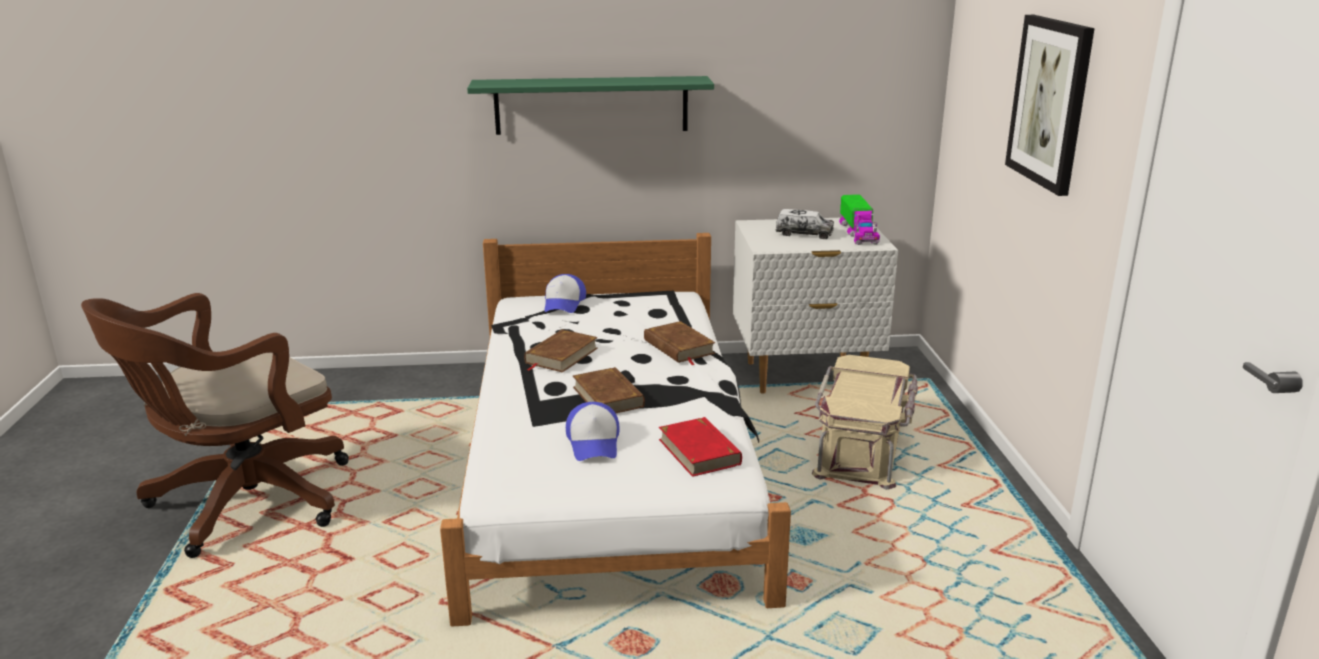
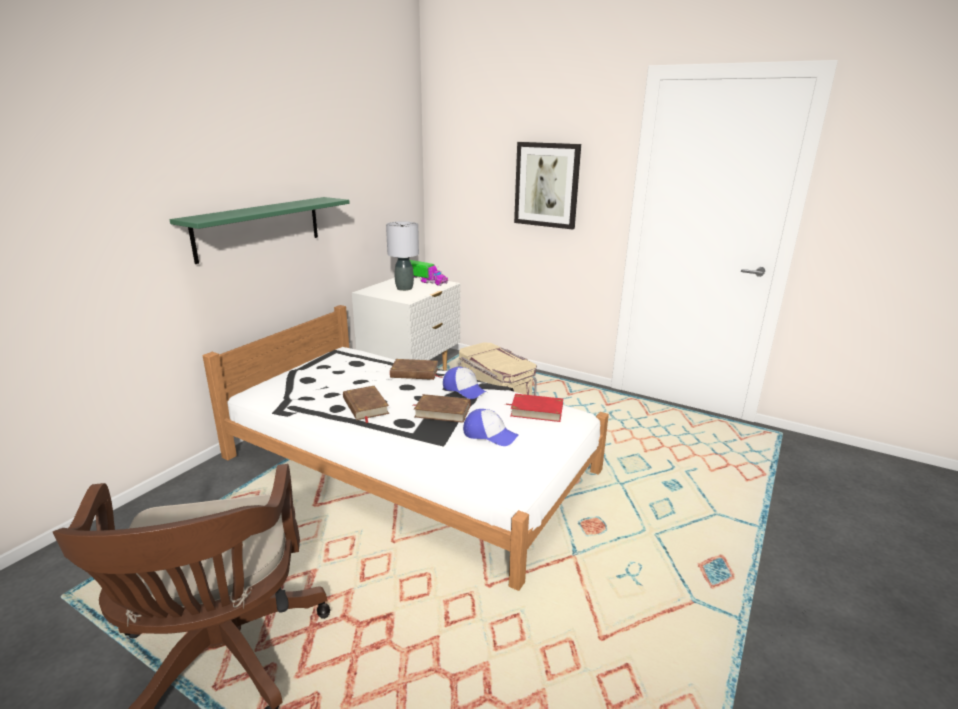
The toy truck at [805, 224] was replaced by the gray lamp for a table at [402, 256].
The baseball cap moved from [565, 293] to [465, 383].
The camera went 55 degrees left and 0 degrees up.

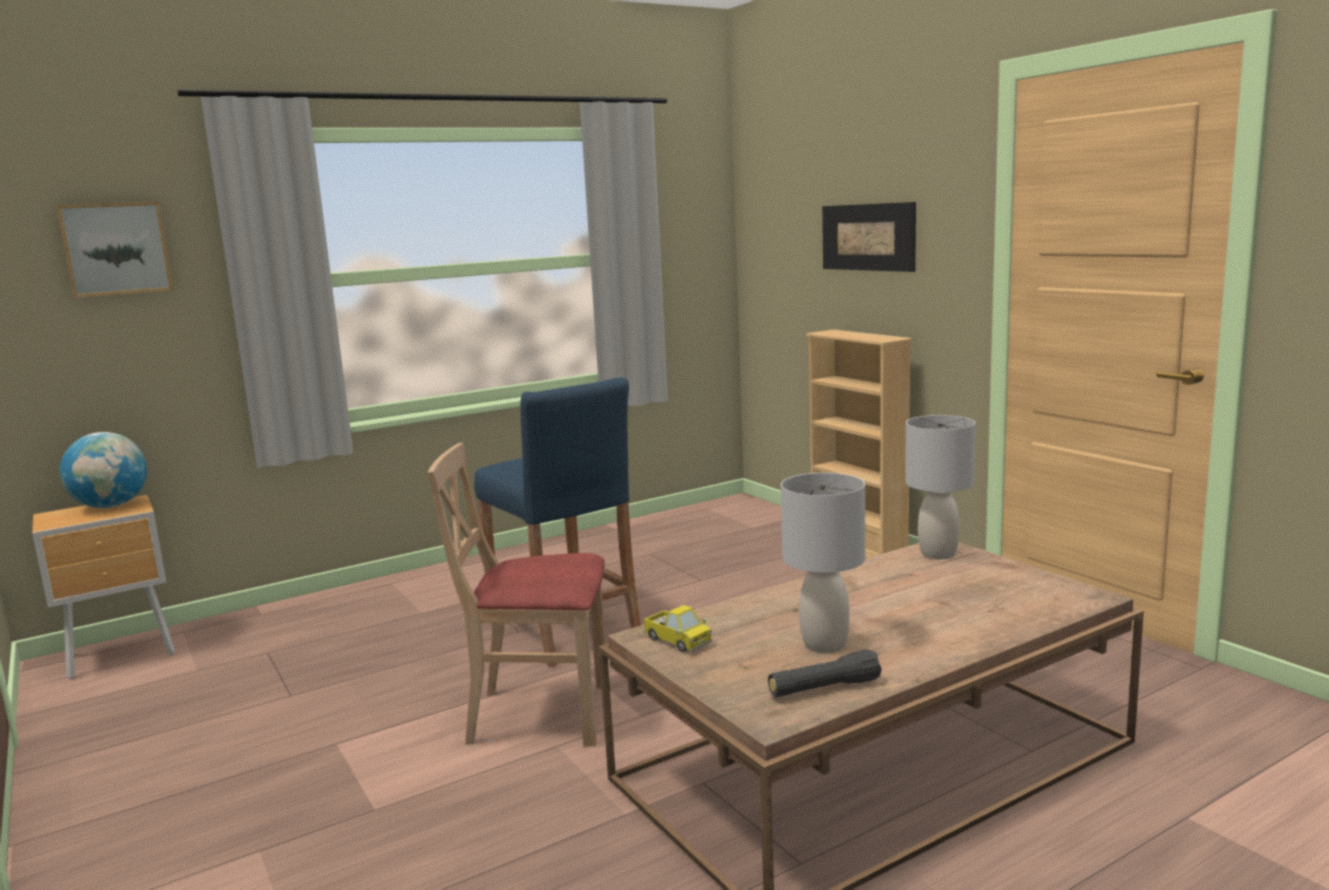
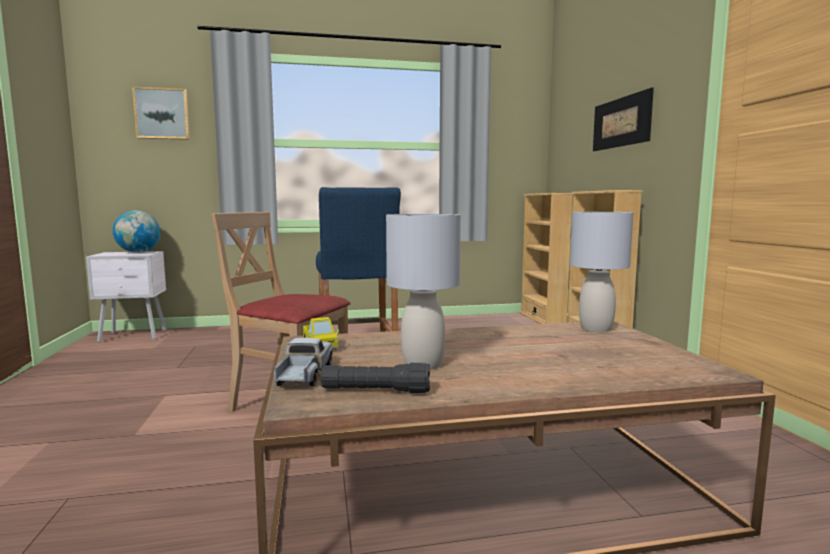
The brown-coloured night table at [103, 587] became the white night table at [126, 296].
The toy truck at [303, 362] appeared.
The beige-coloured bookshelf at [546, 258] appeared.
The camera went 20 degrees right and 5 degrees down.

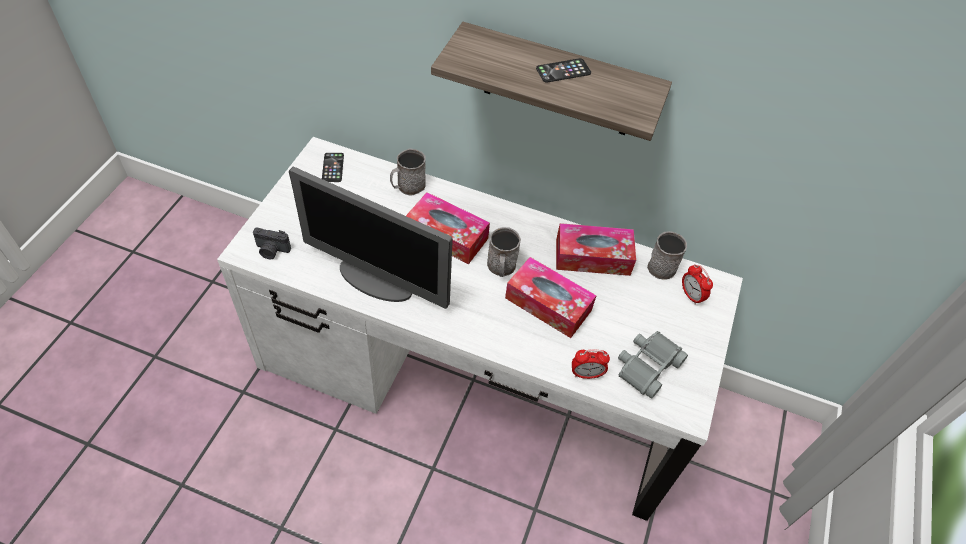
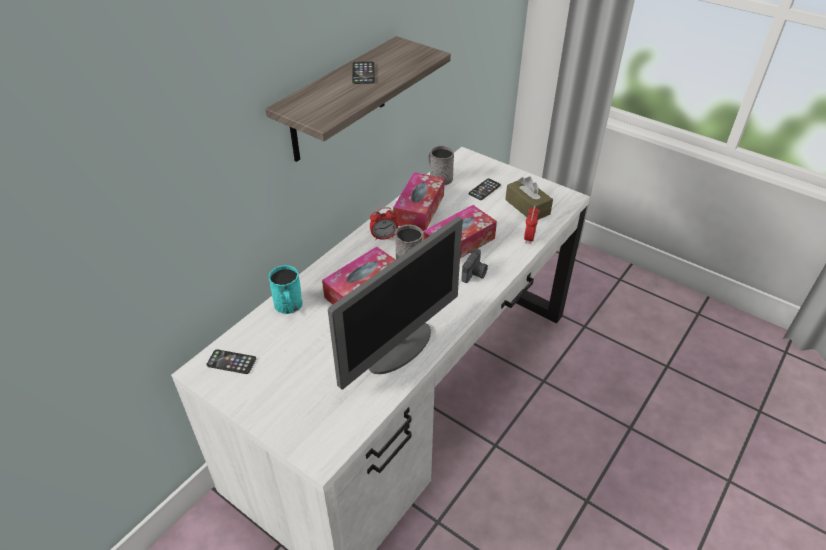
The gray mug at [408, 172] became the turquoise-coloured mug at [286, 289].
The alarm clock moved from [697, 284] to [384, 223].
The photo camera moved from [272, 243] to [474, 265].
The telephone at [485, 189] appeared.
The gray field glasses at [653, 365] was replaced by the brown-coloured tissue holder at [529, 198].
The camera went 70 degrees left and 10 degrees down.

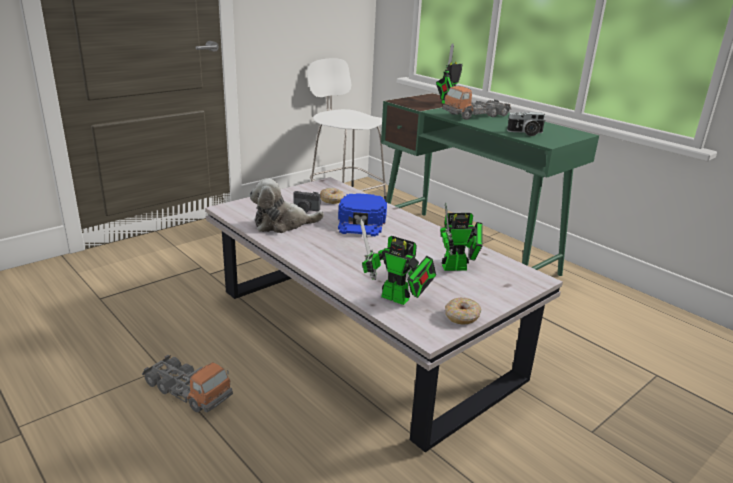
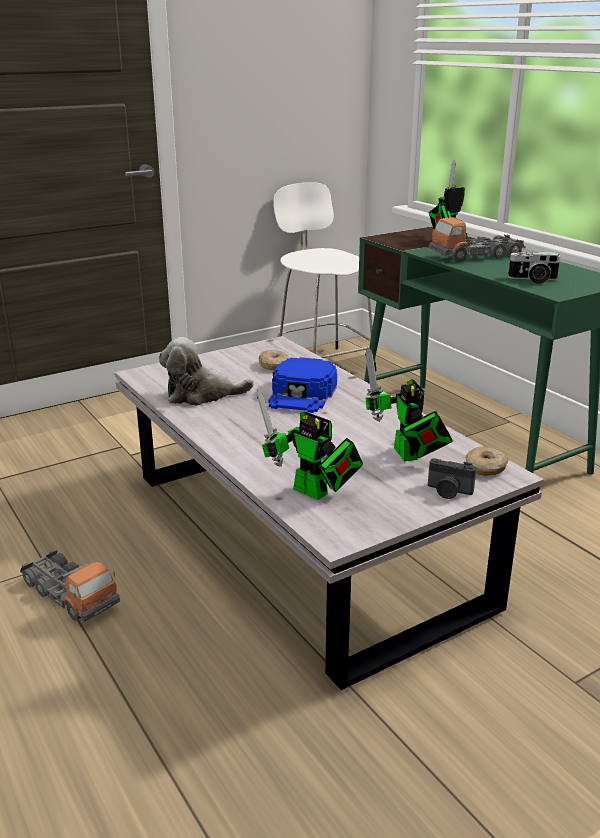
The robot figure at [461, 237] turned 75 degrees clockwise.
The photo camera moved from [306, 202] to [452, 478].
The doughnut moved from [463, 311] to [487, 461].
The camera went 10 degrees right and 0 degrees up.

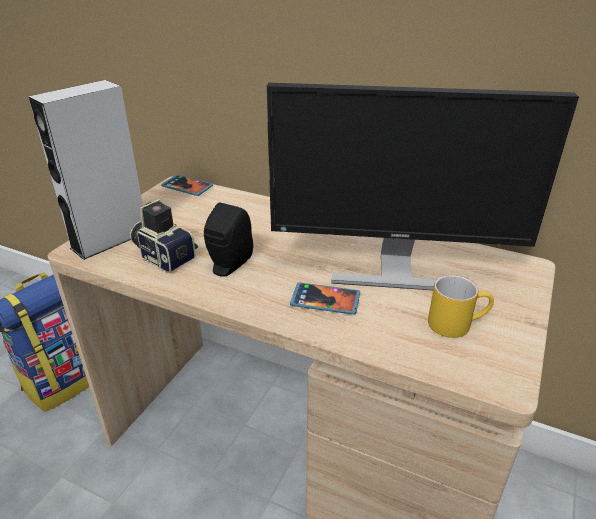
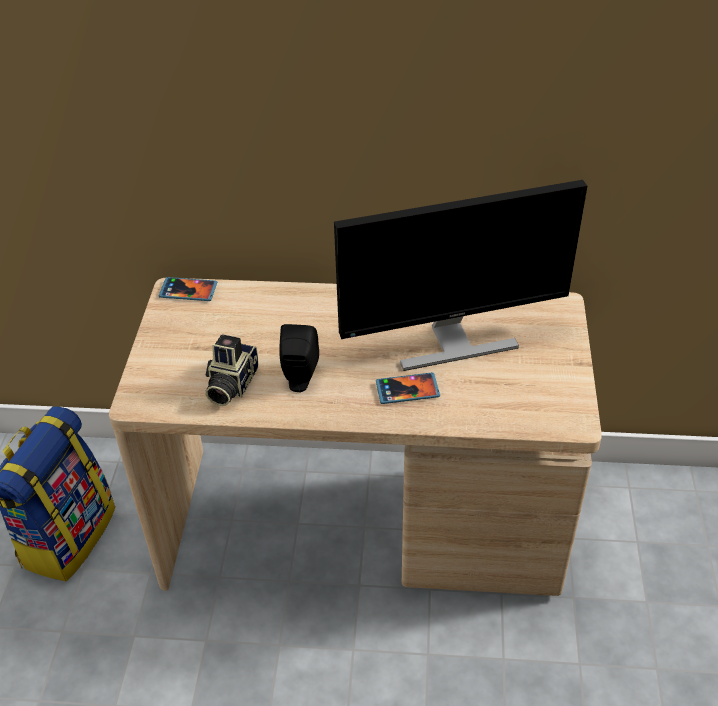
The photo camera at [164, 236] turned 90 degrees counterclockwise.
The gray loudspeaker at [86, 170] disappeared.
The yellowish mug at [461, 306] disappeared.
The camera went 20 degrees left and 10 degrees up.

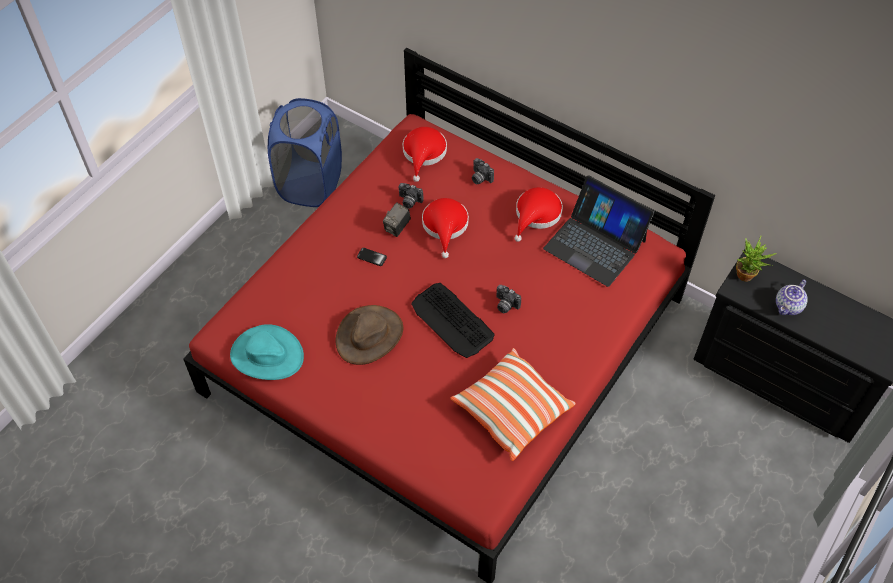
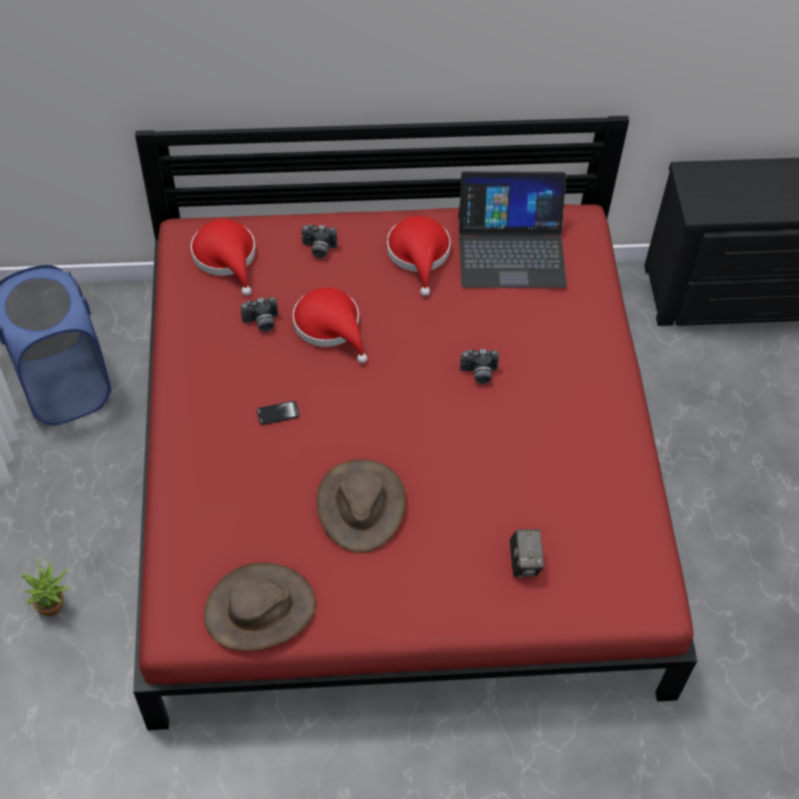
The potted plant moved from [756, 259] to [45, 586].
The turquoise-coloured clothing hat at [267, 352] became the brown-coloured clothing hat at [260, 606].
The photo camera moved from [397, 219] to [526, 553].
The keyboard at [453, 320] disappeared.
The pillow at [513, 404] disappeared.
The pot for tea at [792, 297] disappeared.
The camera went 40 degrees left and 0 degrees up.

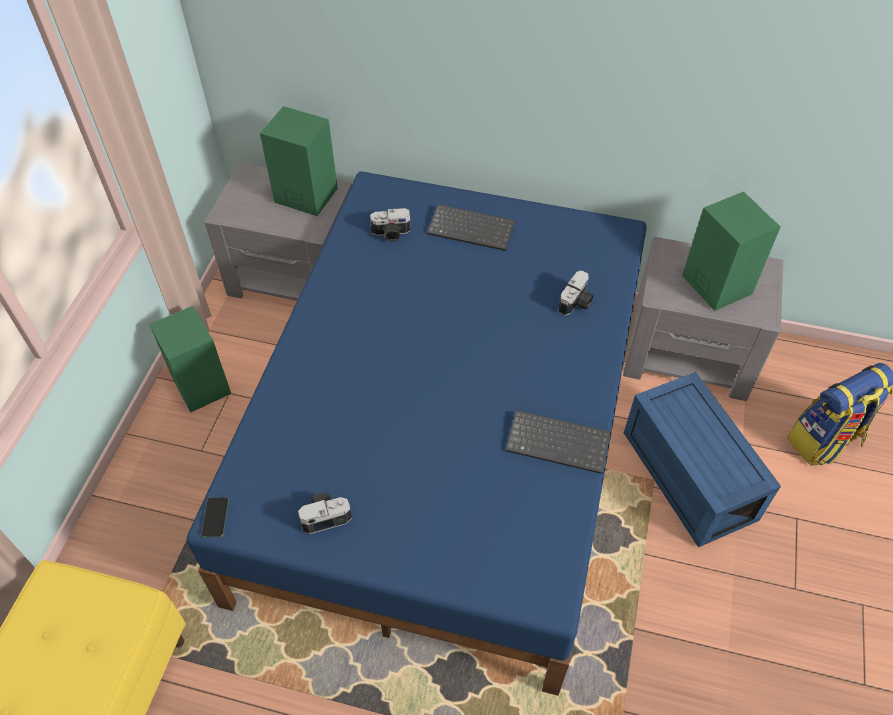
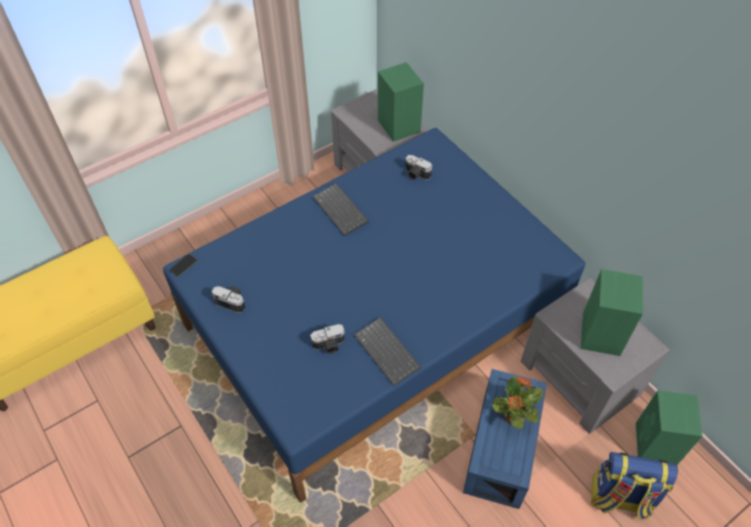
The photo camera moved from [576, 293] to [327, 339].
The keyboard moved from [471, 227] to [340, 209].
The potted plant at [517, 402] appeared.
The greenish loudspeaker moved from [190, 359] to [669, 427].
The camera went 40 degrees right and 0 degrees up.

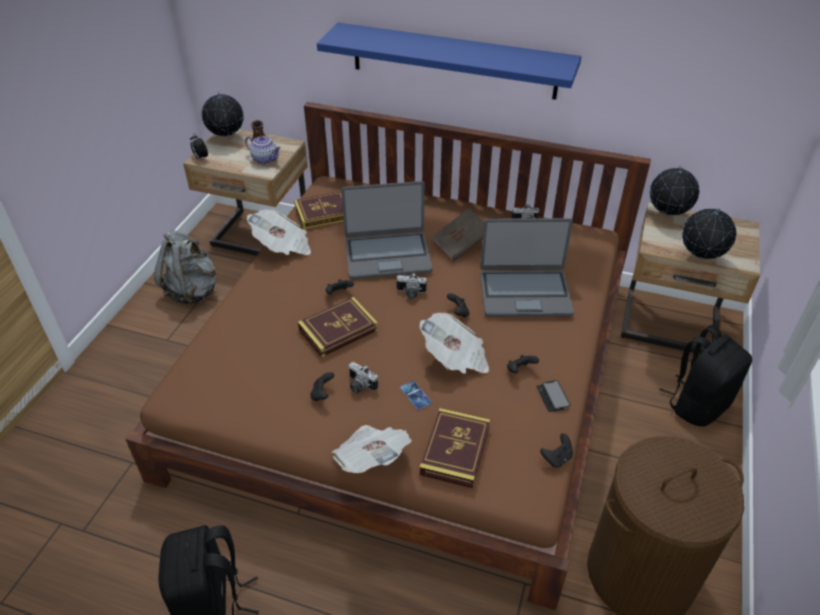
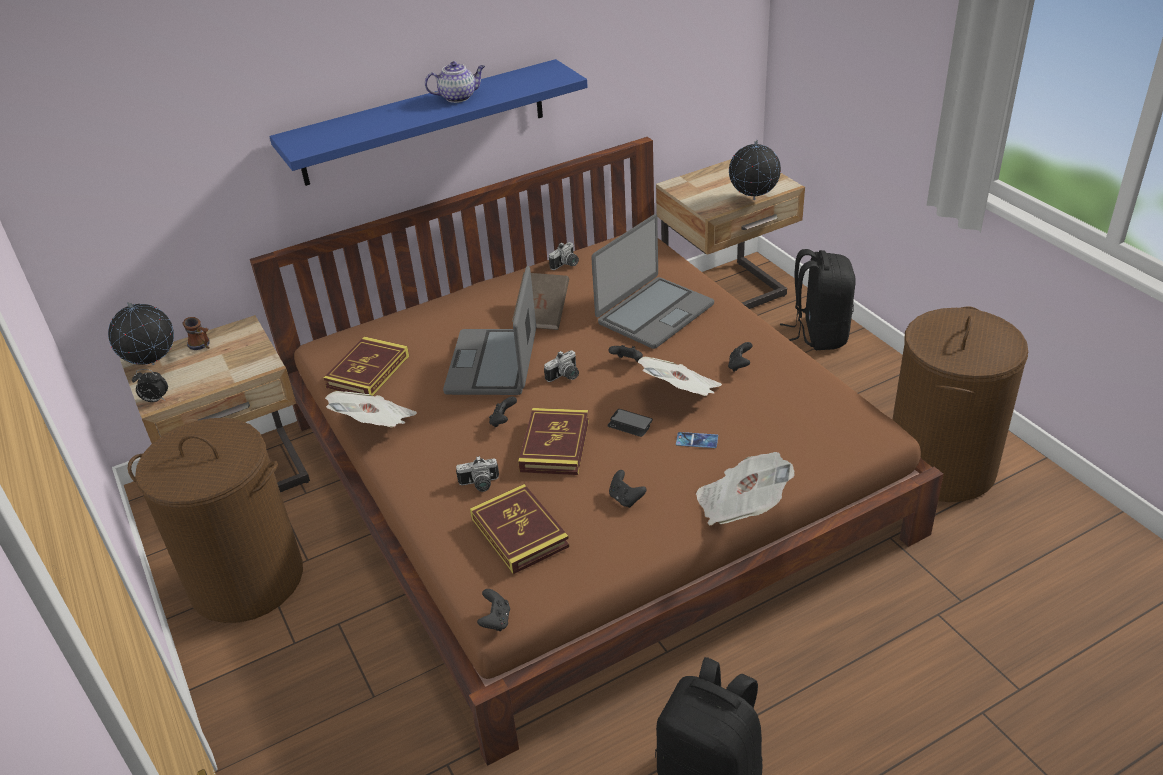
The gray backpack at [185, 268] was replaced by the brown-coloured hamper at [215, 520].
The pot for tea moved from [263, 150] to [455, 82].
The notebook computer at [387, 230] turned 150 degrees clockwise.
The photo camera moved from [363, 377] to [477, 474].
The book moved from [454, 448] to [520, 529].
The blackish game controller moved from [556, 450] to [493, 610].
The telephone moved from [553, 396] to [630, 423].
The globe at [674, 191] disappeared.
The camera went 45 degrees left and 5 degrees down.

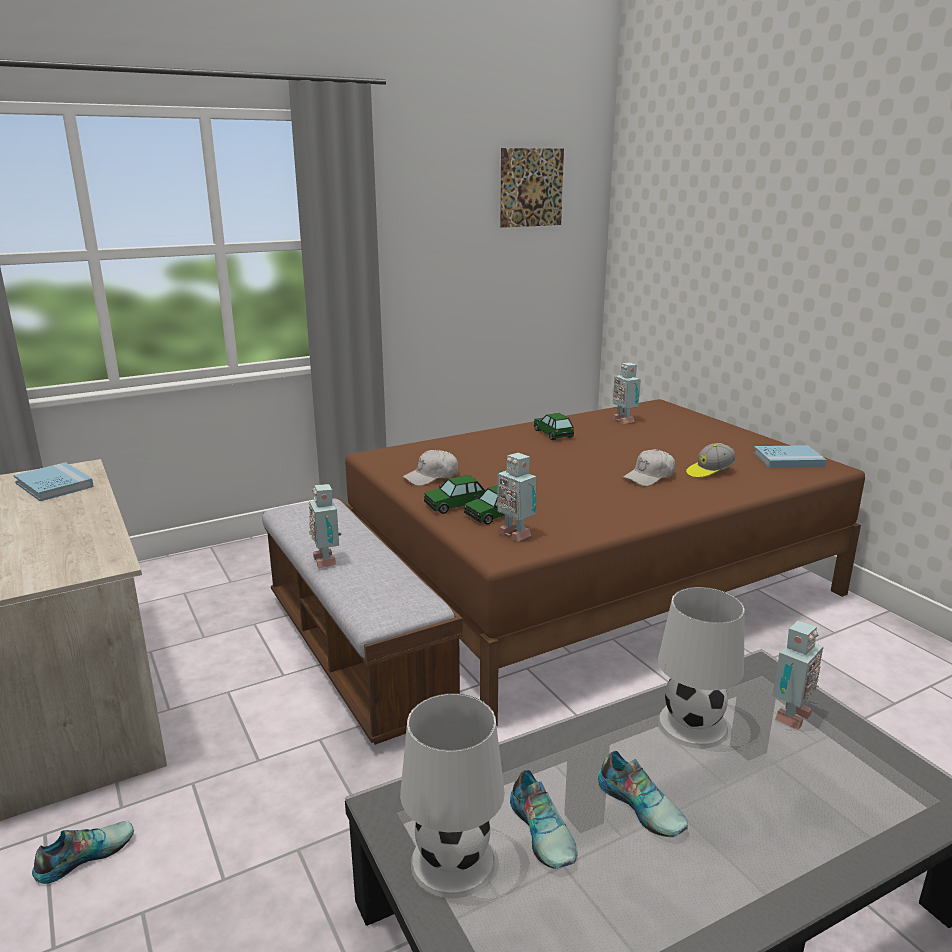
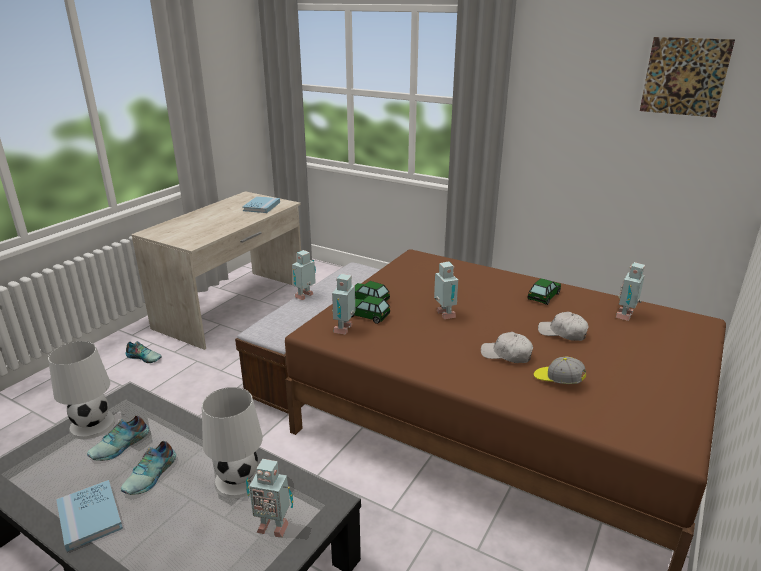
The bluish book moved from [790, 456] to [89, 516].
The robot figure at [446, 290] appeared.
The white baseball cap moved from [430, 467] to [563, 326].
The camera went 60 degrees right and 5 degrees up.

